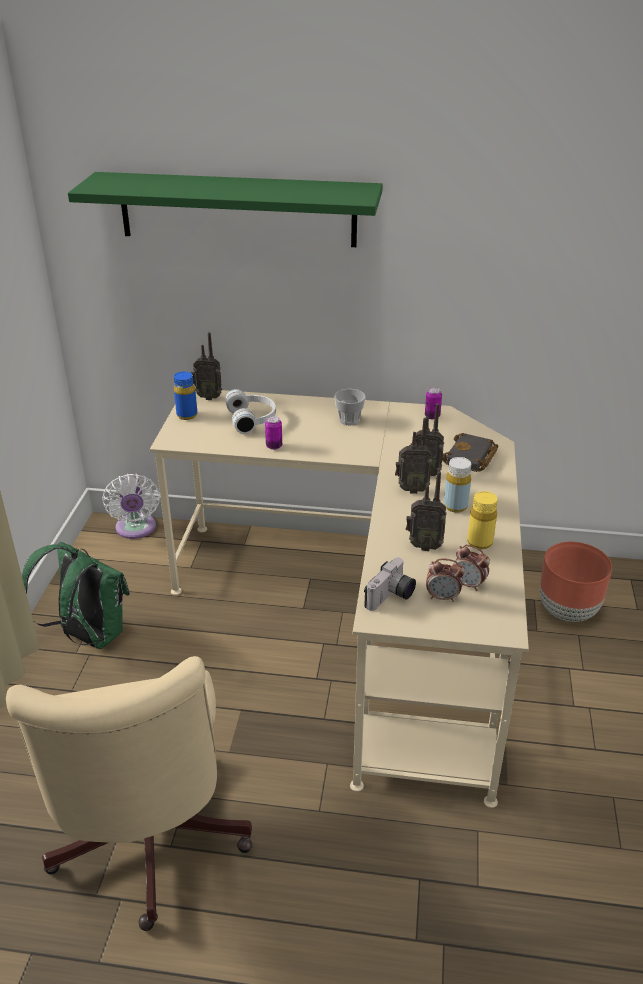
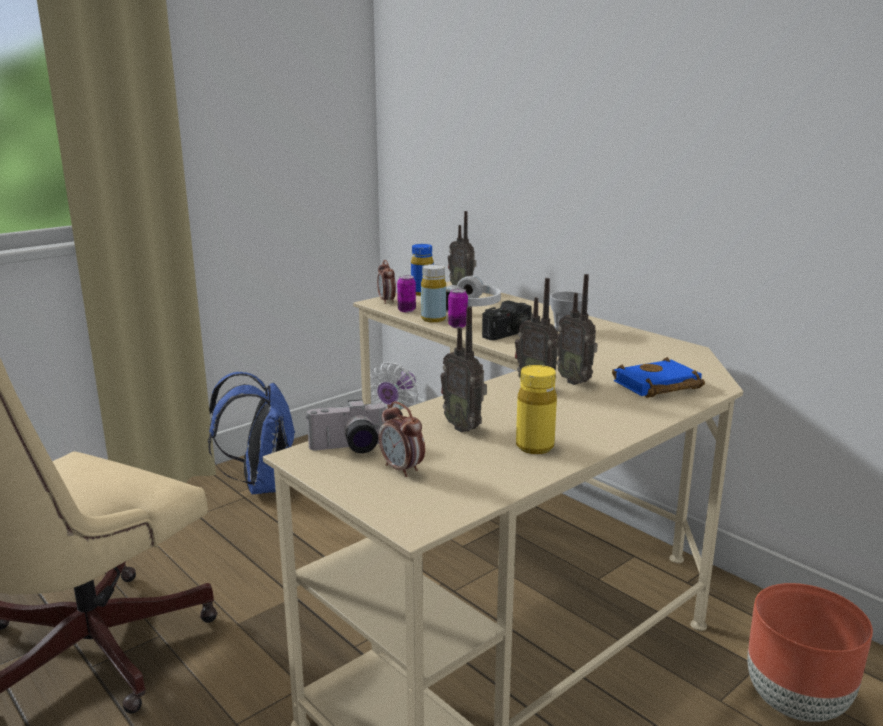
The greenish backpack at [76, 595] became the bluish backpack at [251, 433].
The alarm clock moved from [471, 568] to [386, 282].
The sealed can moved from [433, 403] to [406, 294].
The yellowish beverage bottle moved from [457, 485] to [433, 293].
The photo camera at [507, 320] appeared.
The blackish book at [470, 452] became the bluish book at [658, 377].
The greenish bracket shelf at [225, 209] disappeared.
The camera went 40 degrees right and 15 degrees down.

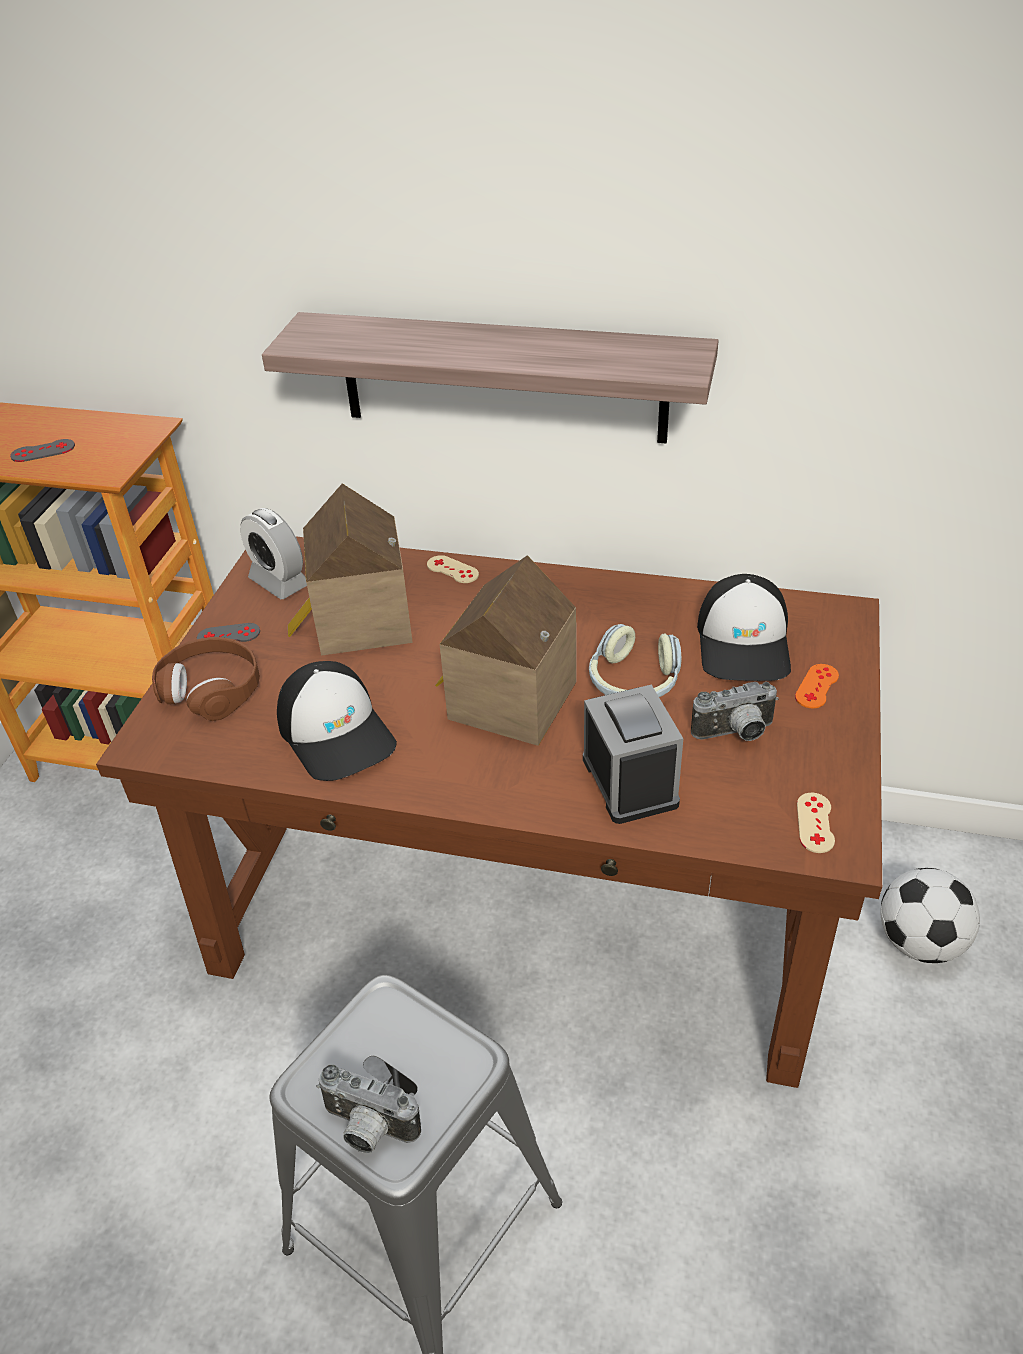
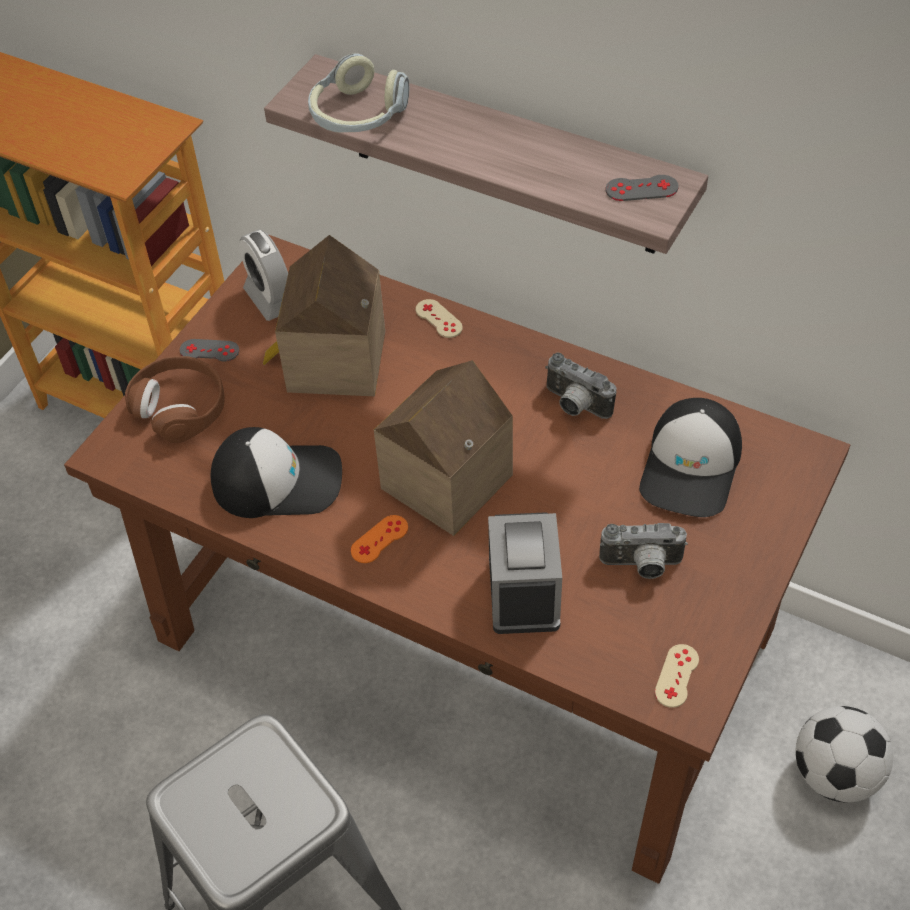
The baseball cap at [337, 721] turned 75 degrees counterclockwise.
The pair of headphones moved from [635, 660] to [358, 92].
The orangey game controller moved from [817, 686] to [379, 539].
The photo camera moved from [368, 1109] to [580, 385].
The gray game controller moved from [42, 450] to [642, 188].
The camera went 15 degrees right and 10 degrees up.

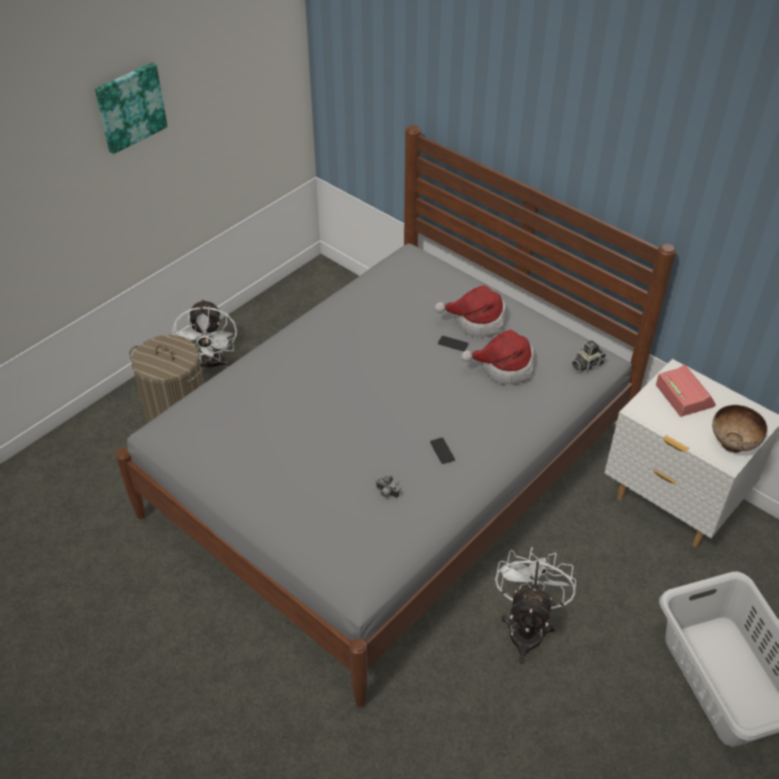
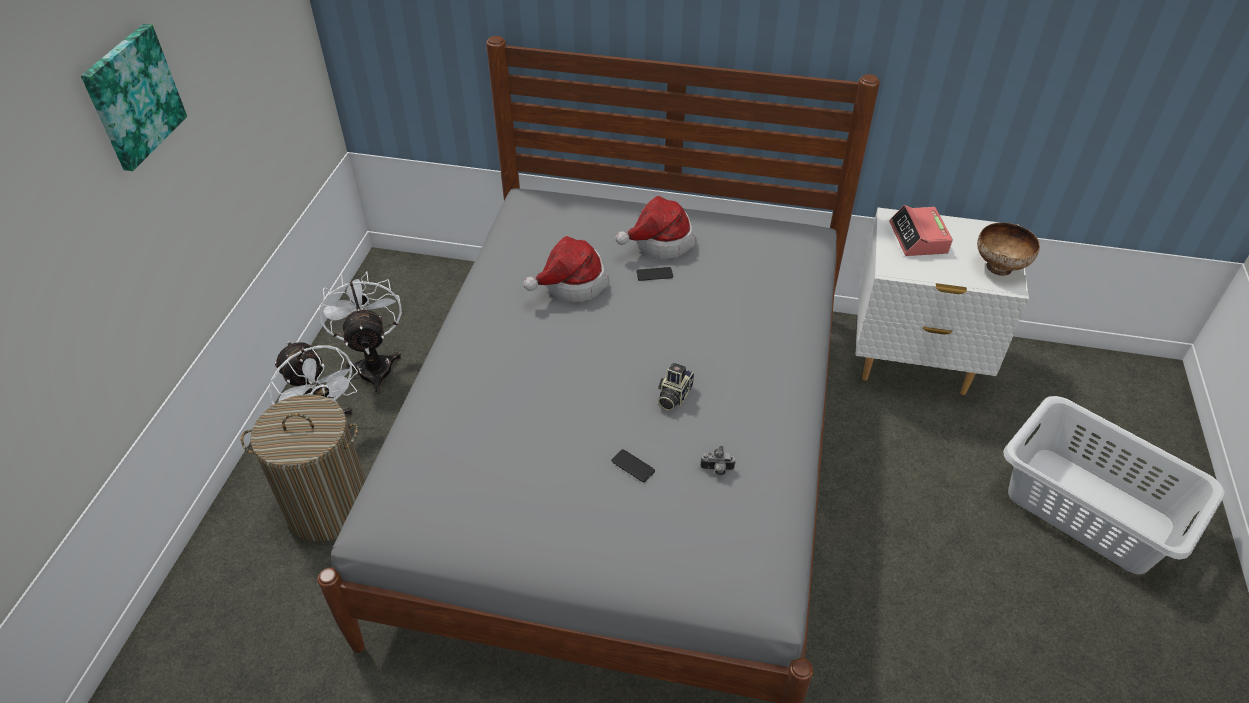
The white cooling fan moved from [535, 605] to [360, 332].
The clothing hat moved from [497, 357] to [566, 269].
The telephone moved from [442, 451] to [633, 465].
The photo camera moved from [588, 356] to [676, 387].
The alarm clock at [686, 390] turned 135 degrees counterclockwise.
The camera went 30 degrees left and 0 degrees up.

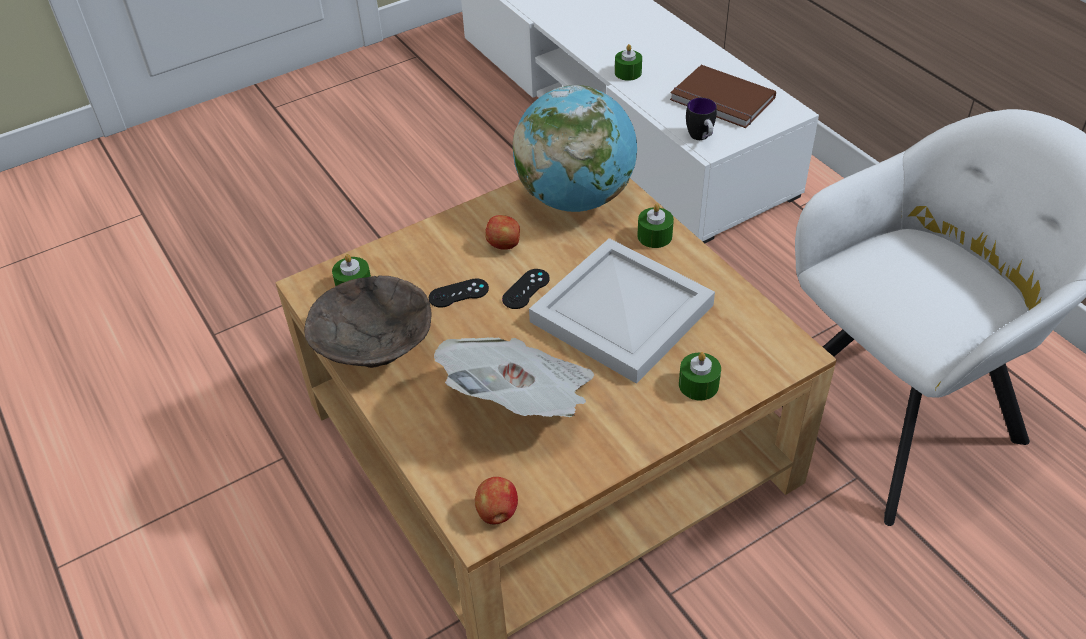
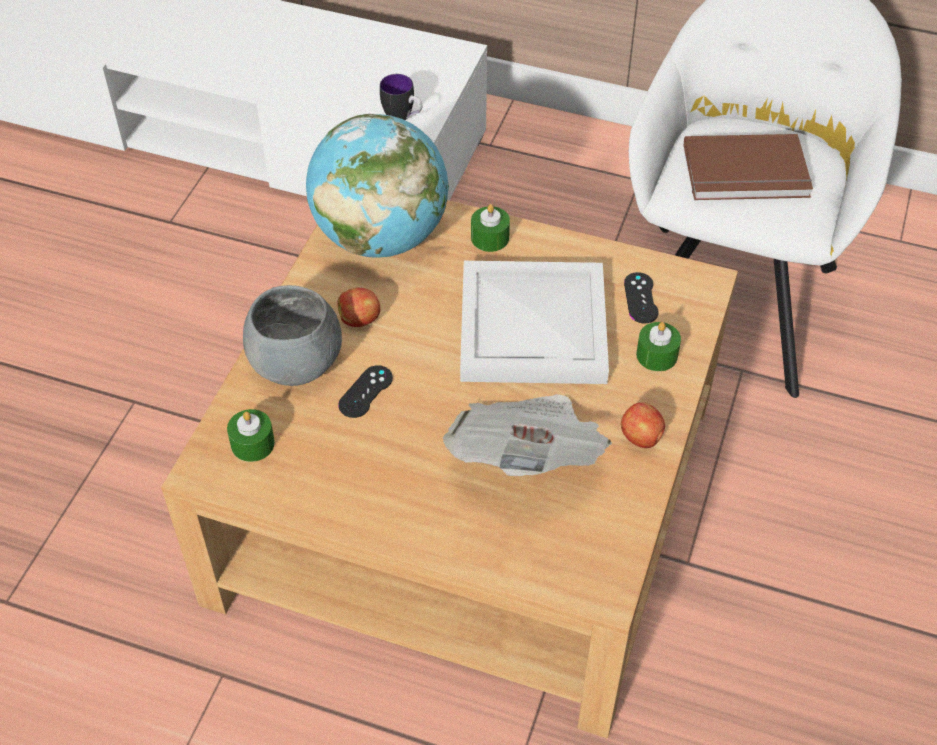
The gray serving bowl at [292, 335] appeared.
The whole apple moved from [496, 501] to [643, 425].
The blackish game controller moved from [526, 289] to [641, 298].
The brown-coloured book moved from [723, 96] to [748, 167].
The brown-coloured serving bowl at [367, 322] disappeared.
The greenish wax light at [628, 62] disappeared.
The camera went 40 degrees left and 5 degrees up.

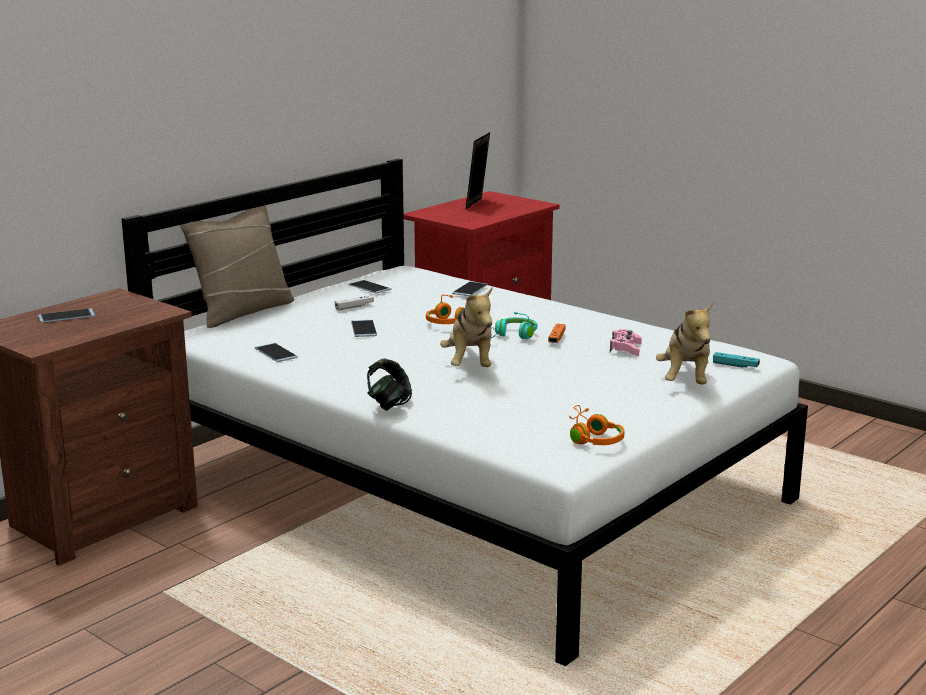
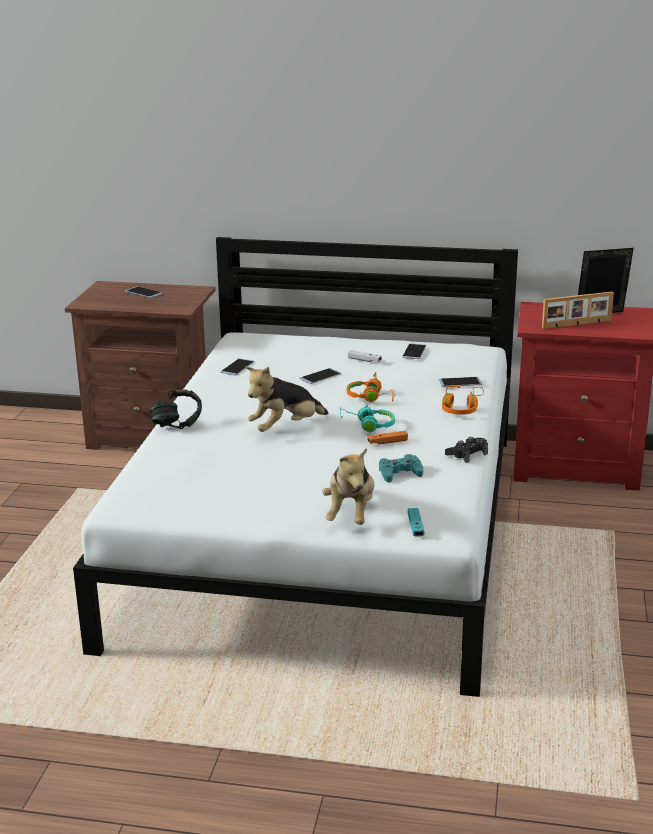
The cuddly toy at [684, 343] turned 60 degrees counterclockwise.
The pinkish game controller at [626, 342] became the turquoise-coloured game controller at [401, 468].
The orangey pair of headphones moved from [597, 425] to [463, 400].
The blackish game controller at [466, 450] appeared.
The standing frame at [578, 310] appeared.
The beige-coloured pillow at [237, 266] disappeared.
The camera went 60 degrees right and 5 degrees up.

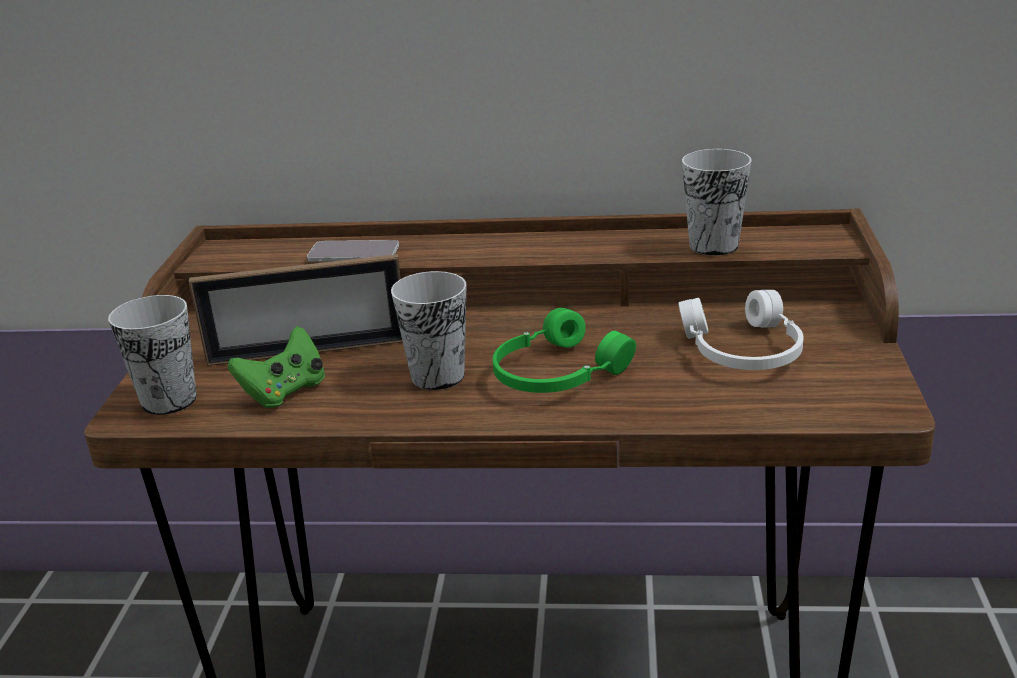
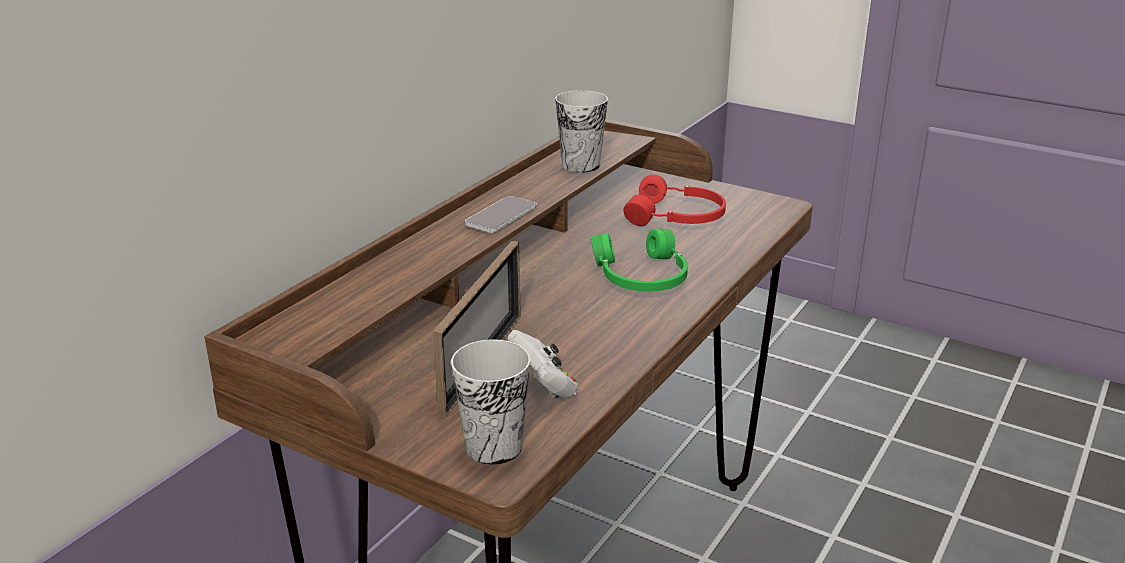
The telephone moved from [353, 251] to [501, 214].
The greenish game controller at [276, 367] became the white game controller at [543, 364].
The white pair of headphones at [741, 330] became the red-coloured pair of headphones at [674, 200].
The small cup at [428, 330] disappeared.
The camera went 65 degrees left and 0 degrees up.

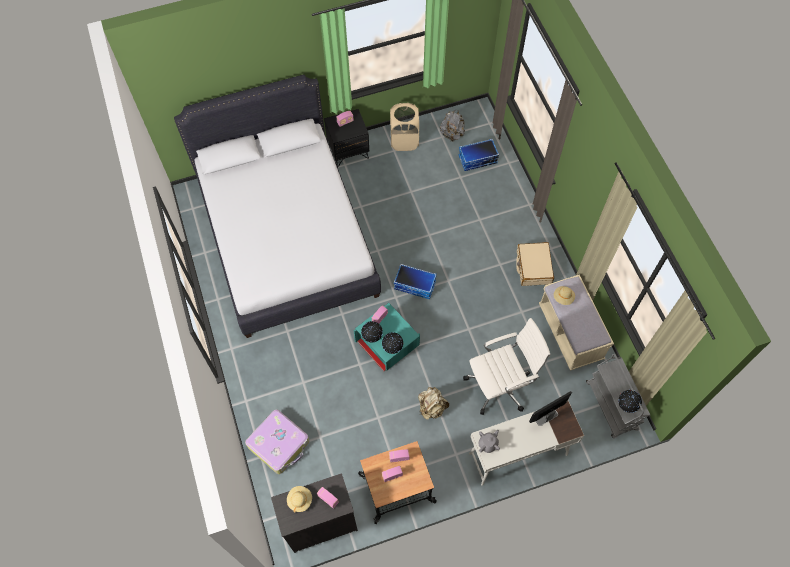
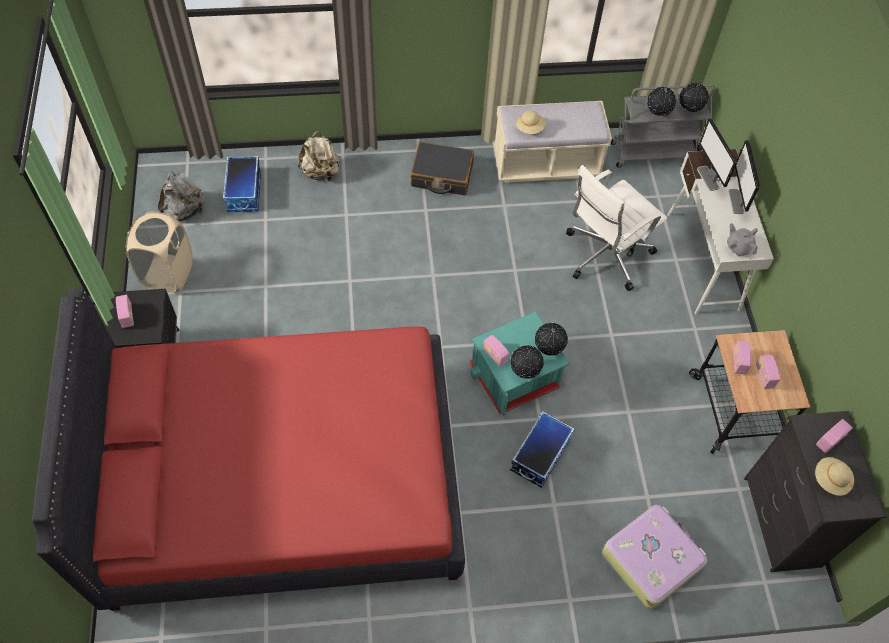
The white bed at [277, 206] became the red-coloured bed at [248, 449].
The beige-coloured backpack moved from [433, 403] to [319, 156].
The beige-coloured suitcase at [535, 264] became the blackish suitcase at [442, 168].
The storage box moved from [415, 281] to [542, 449].
The white desk chair at [506, 366] turned 120 degrees counterclockwise.
The globe at [661, 101] appeared.
The computer display at [744, 177] appeared.
The camera went 80 degrees left and 5 degrees down.

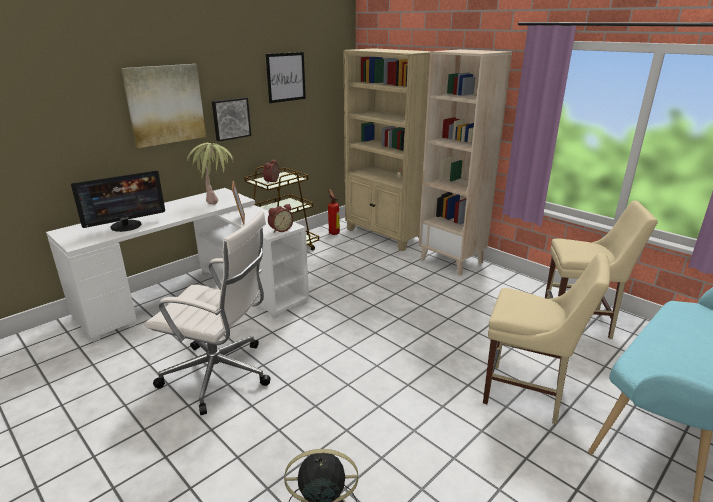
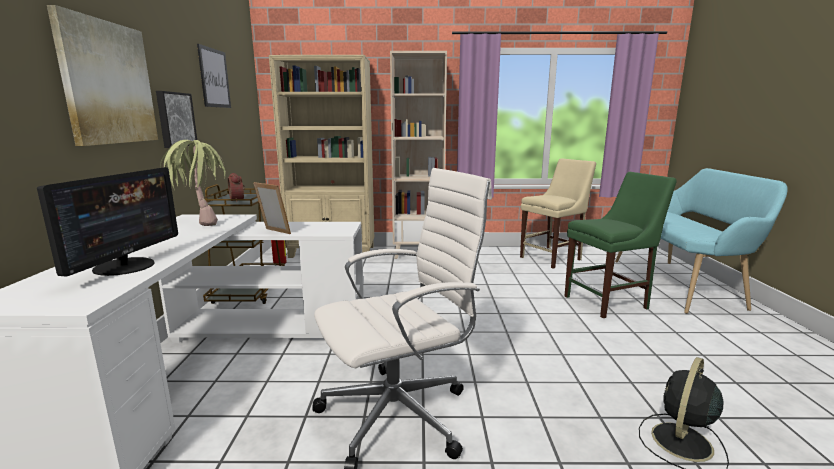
The beige-coloured chair at [546, 338] became the greenish chair at [621, 245].
The alarm clock at [281, 218] disappeared.
The camera went 45 degrees left and 10 degrees down.

